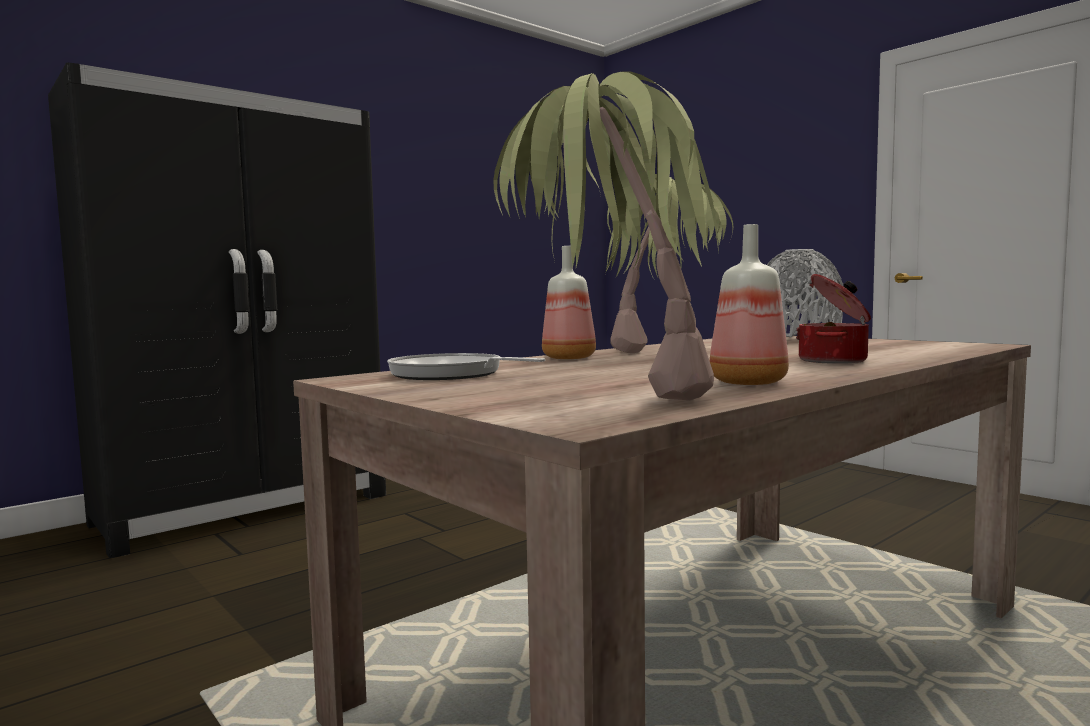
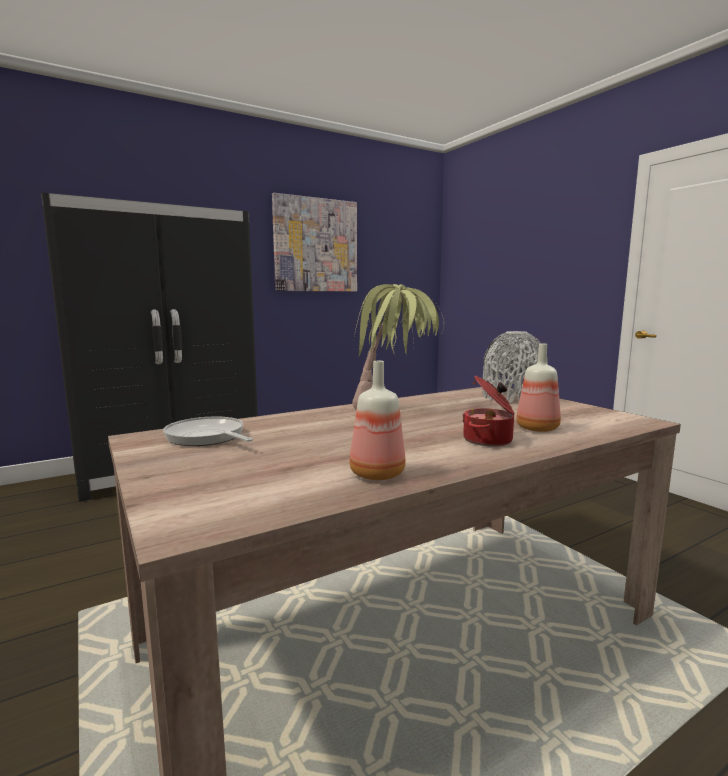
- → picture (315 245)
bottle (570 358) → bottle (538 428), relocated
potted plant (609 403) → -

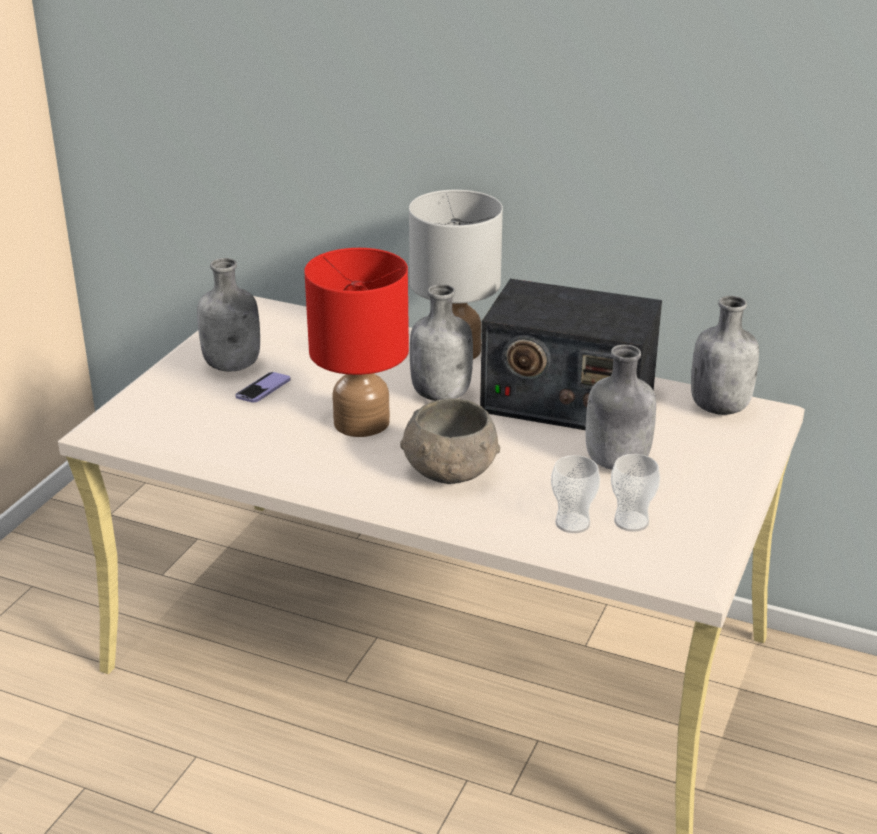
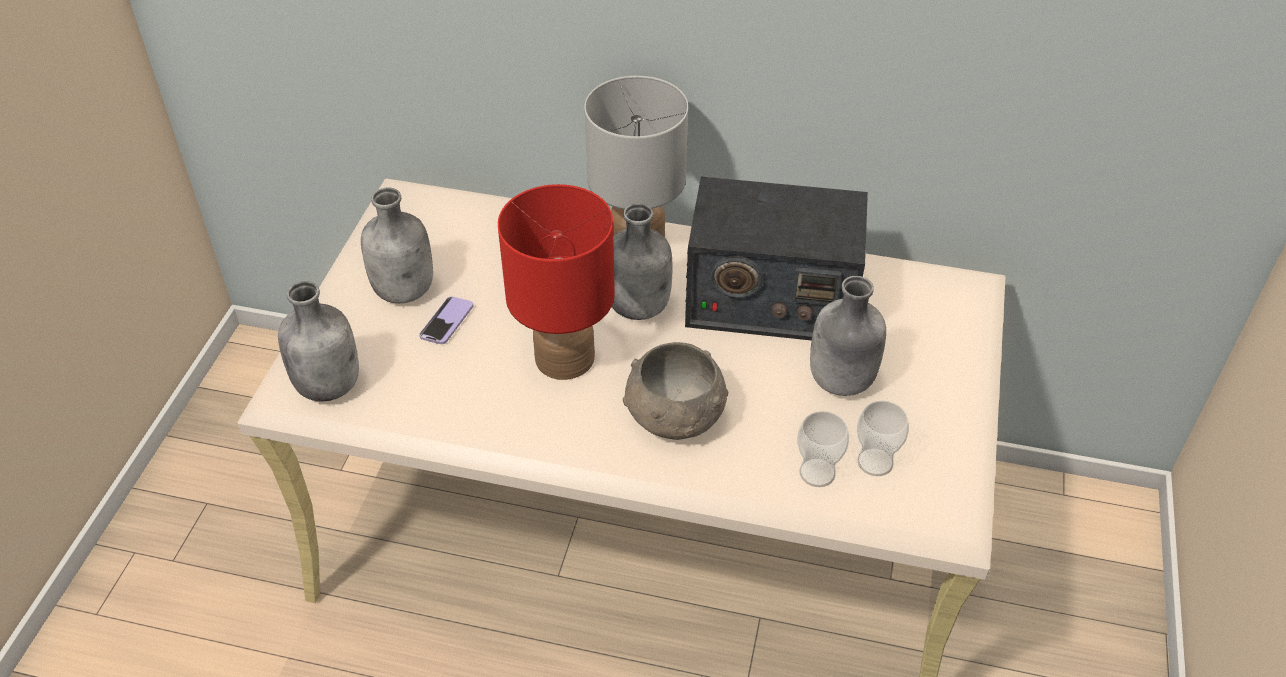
grey bottle (720 407) → grey bottle (329 384), relocated

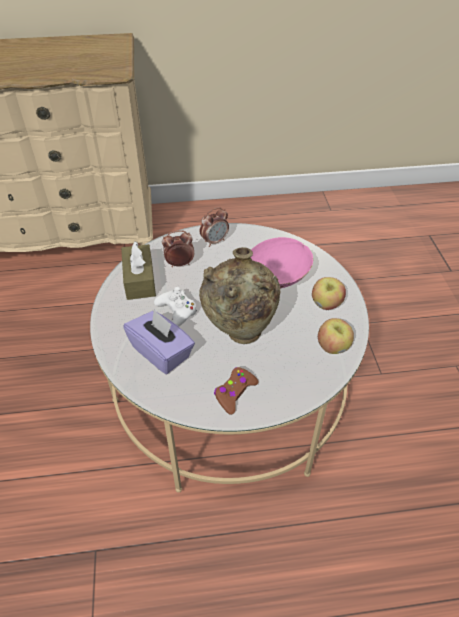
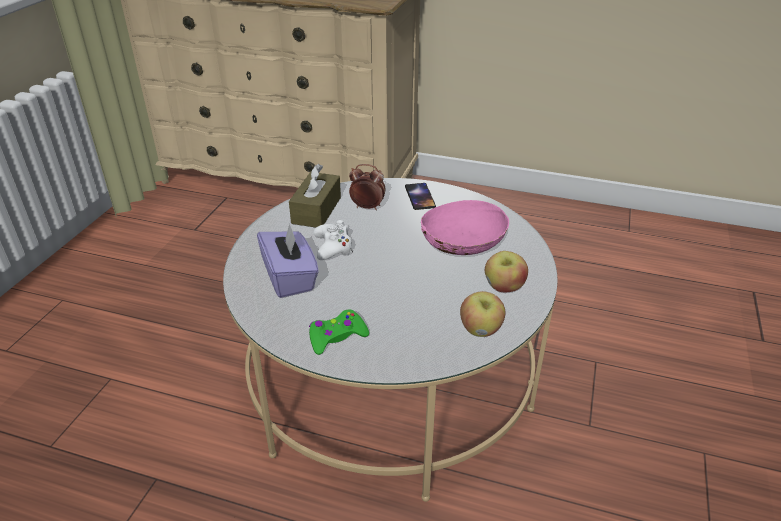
brown game controller (235 393) → green game controller (337 337)
alarm clock (214 241) → phone (420 196)
beige vase (239 335) → -

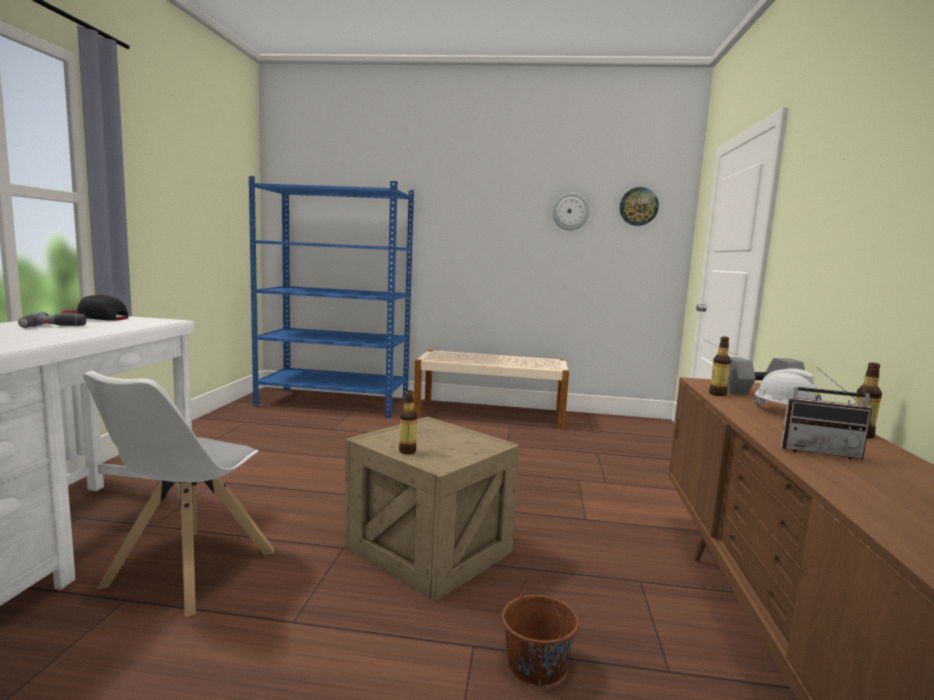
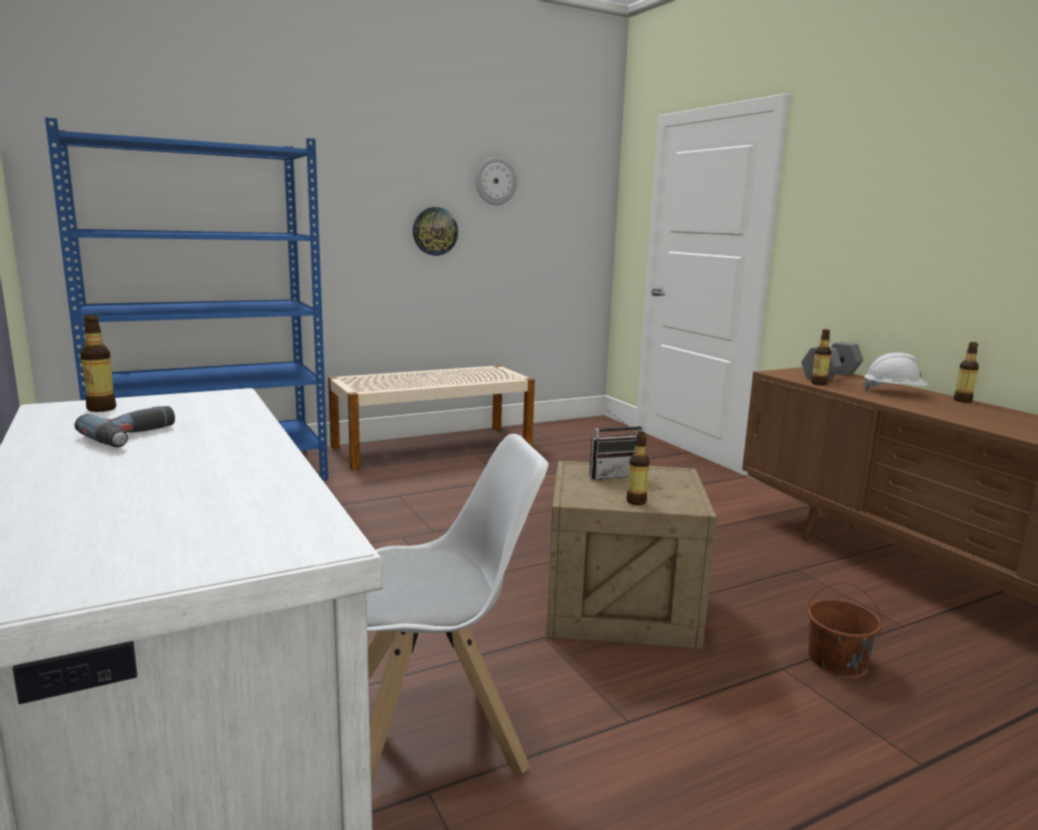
cap (95 317) → bottle (101 409)
chair (187 571) → chair (435 732), 90 degrees counterclockwise
wall clock (638 206) → wall clock (435 231), relocated
radio (818 451) → radio (614 475), relocated

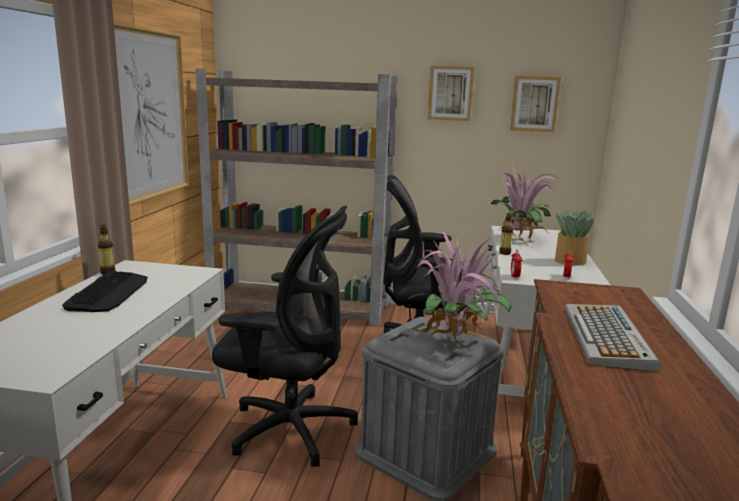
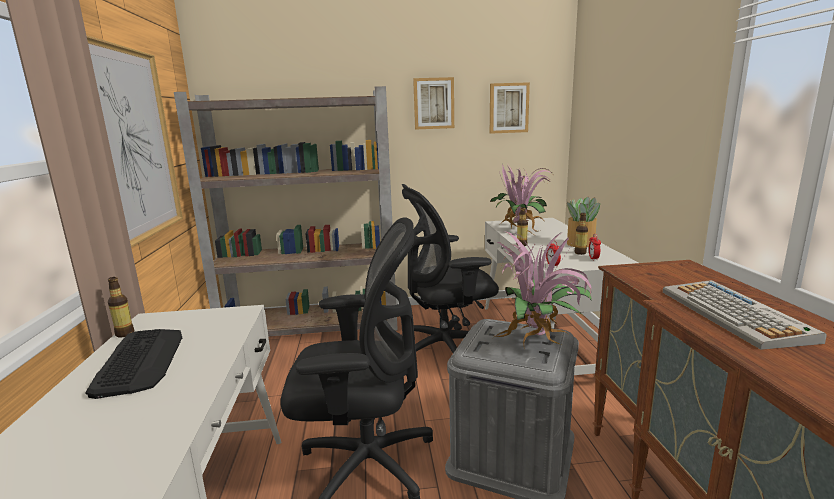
- → bottle (580 253)

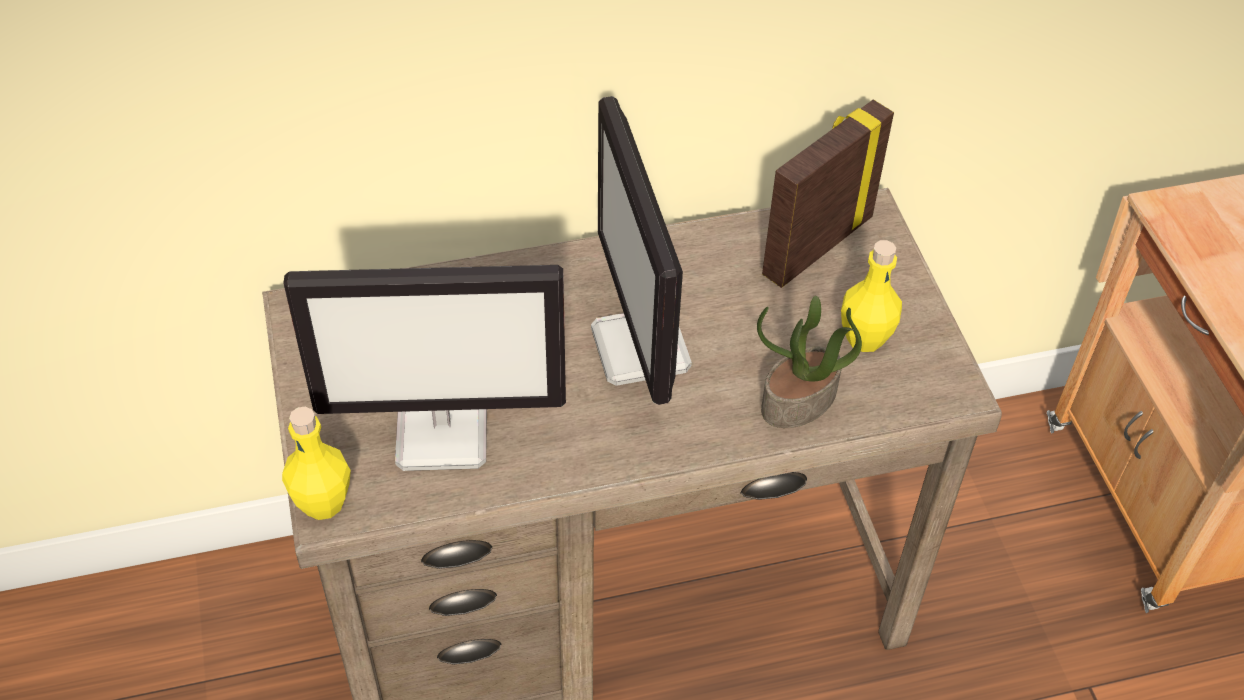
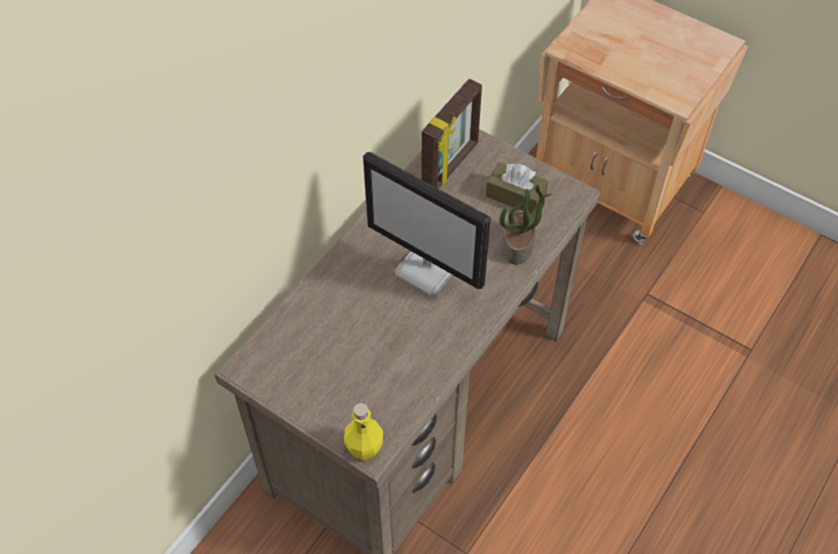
picture frame (815 245) → picture frame (451 166), 150 degrees counterclockwise
yellow bottle (865 338) → brown tissue box (515 196)
monitor (444 433) → -

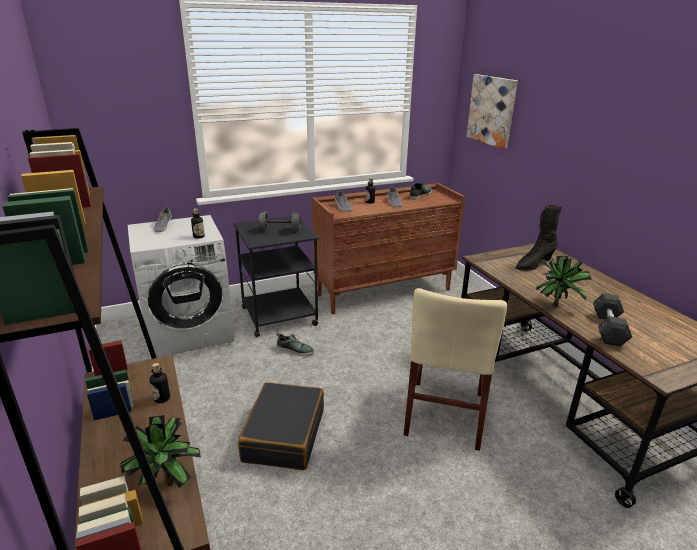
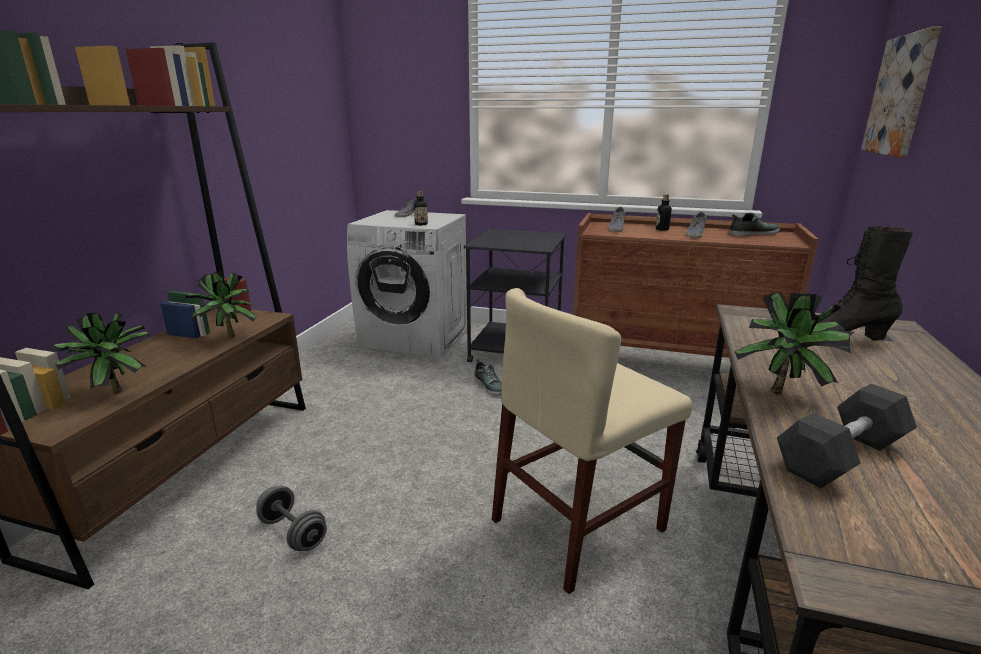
bottle (162 398) → potted plant (227 338)
grey dumbbell (280 230) → grey dumbbell (293 532), relocated
black suitcase (283 435) → -

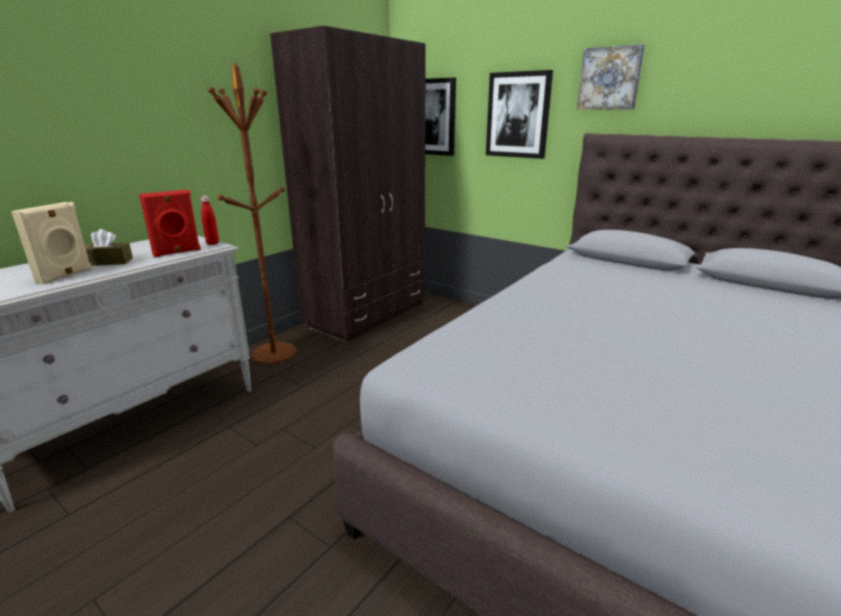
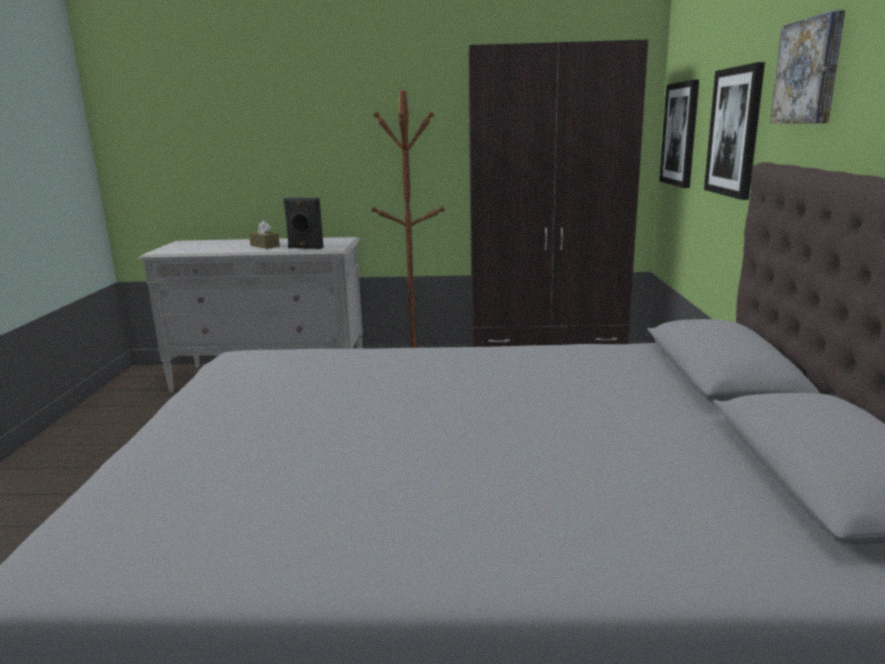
red speaker (177 252) → black speaker (305 248)
beige speaker (66 275) → -
red bottle (212 243) → -

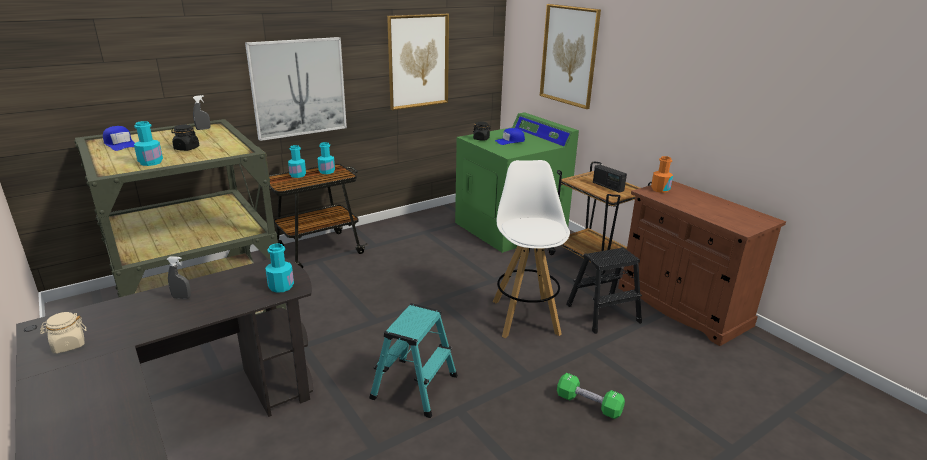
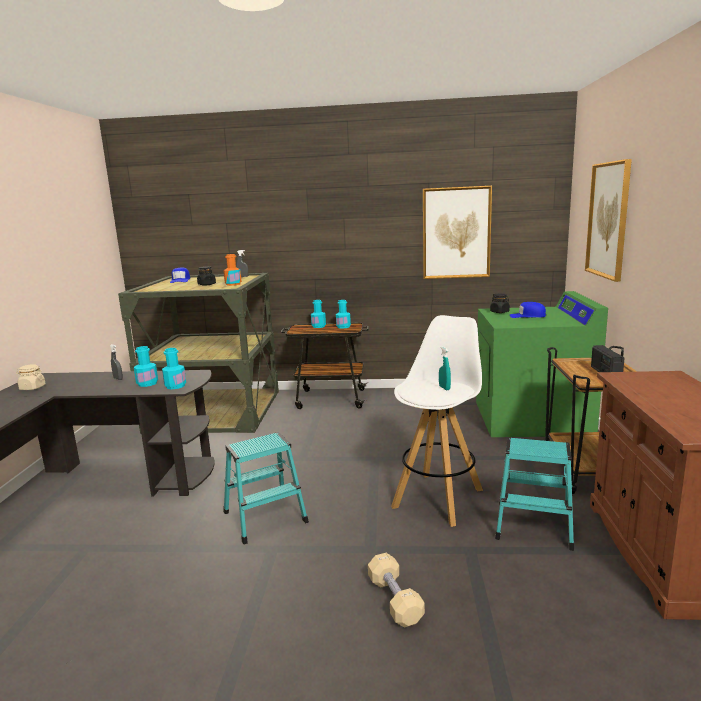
turquoise bottle (151 162) → turquoise bottle (147 383), relocated
orange bottle (660 189) → orange bottle (233 284), relocated
green dumbbell (588 404) → beige dumbbell (395 600)
- → turquoise spray bottle (444 388)
black step ladder (603 313) → turquoise step ladder (534 524)
picture (298 88) → -

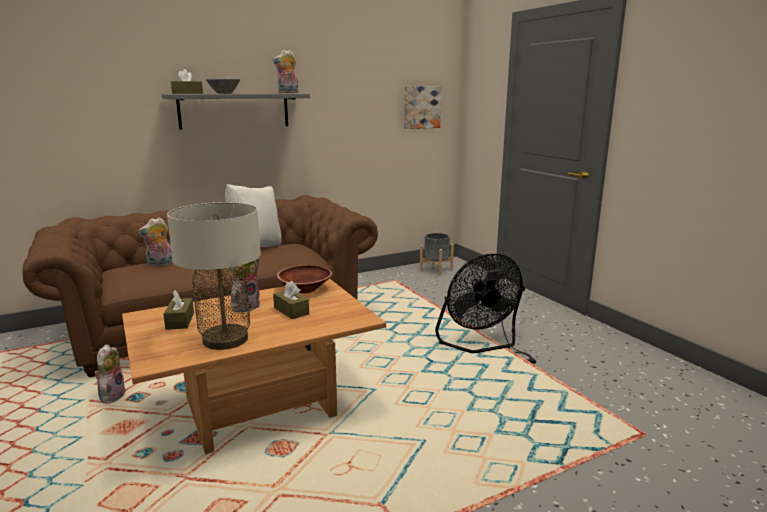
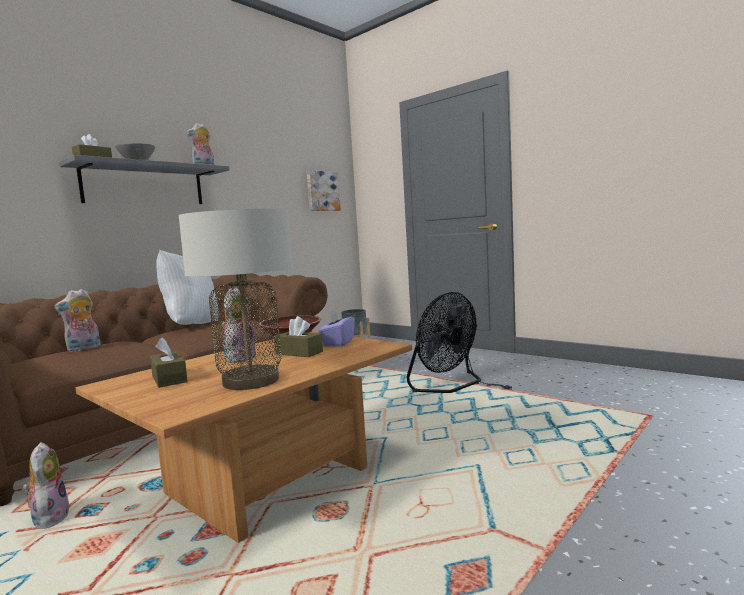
- → purple tissue box (338 343)

